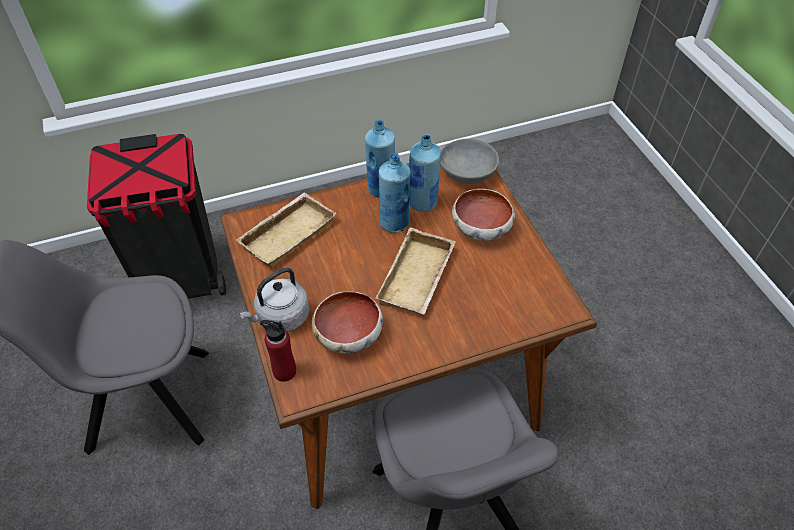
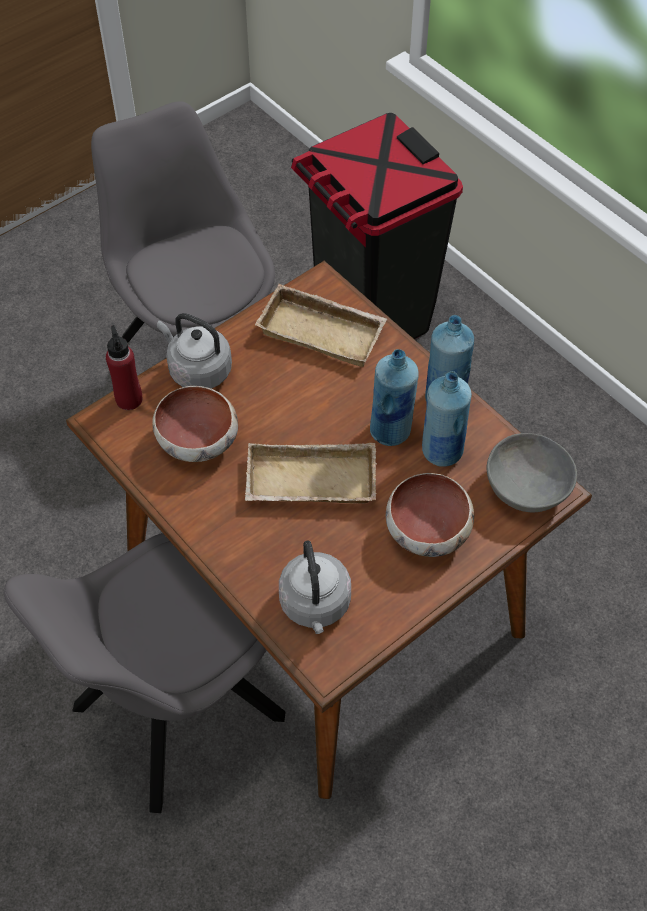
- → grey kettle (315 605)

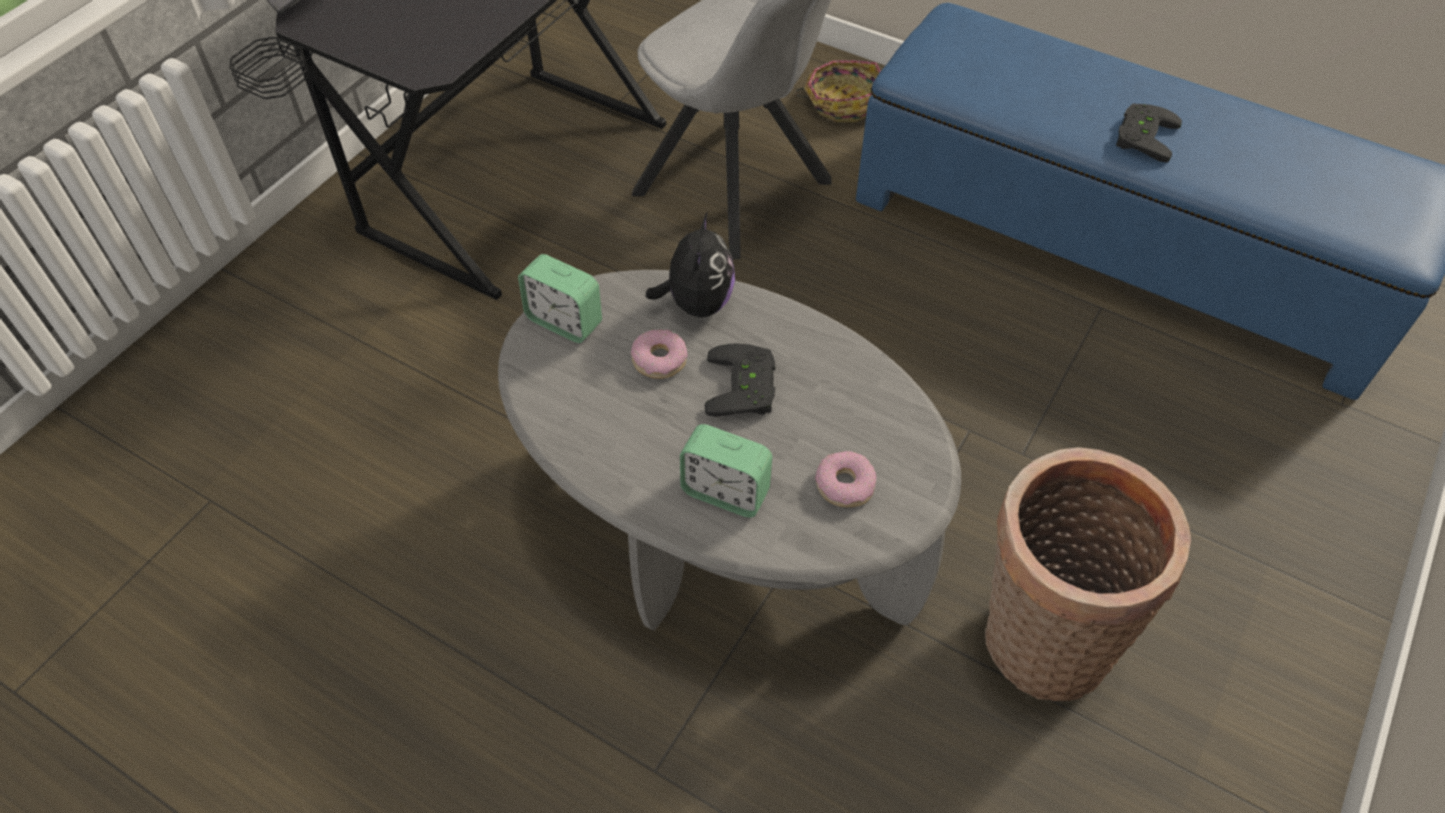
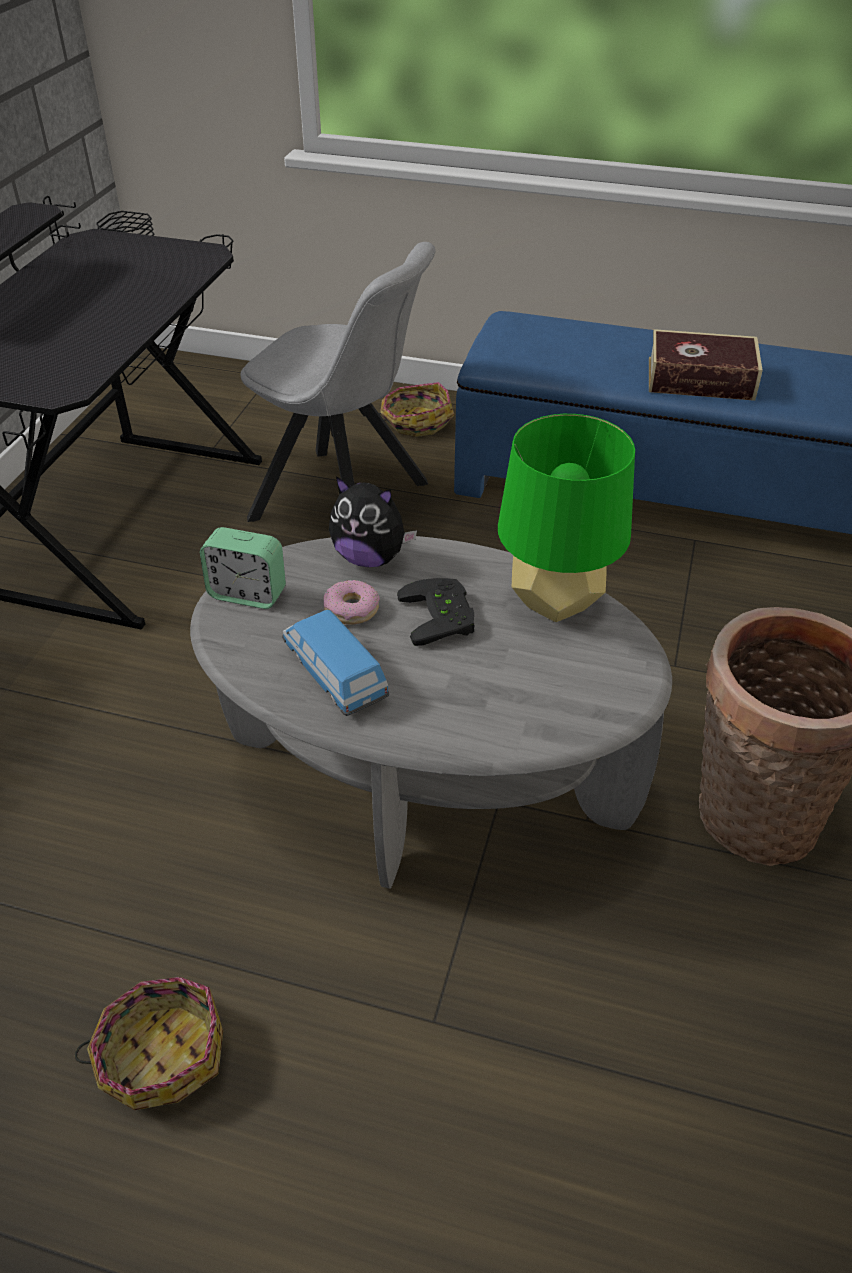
- → basket (161 1053)
- → toy car (335 674)
plush toy (697 303) → plush toy (370 558), 120 degrees clockwise
- → green table lamp (555 602)
black game controller (1141 135) → book (700 379)
alarm clock (725 492) → -
donut (845 485) → -

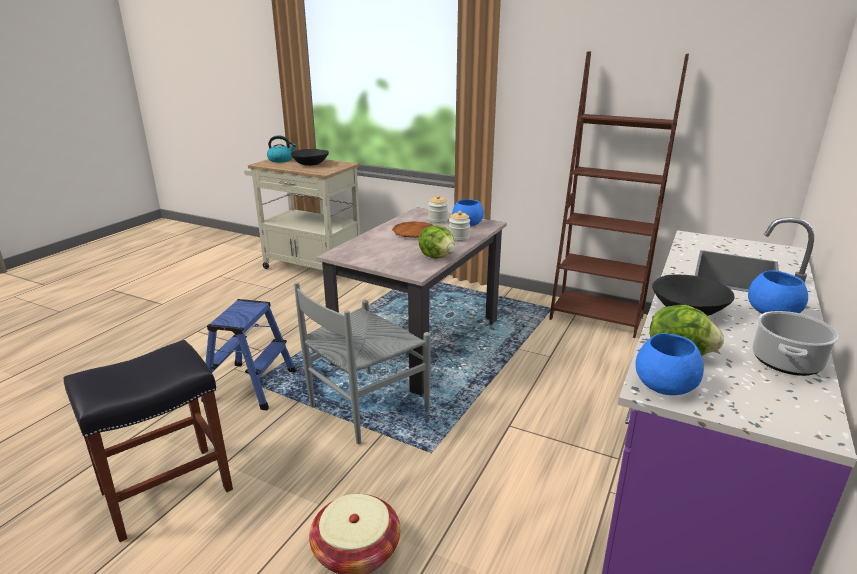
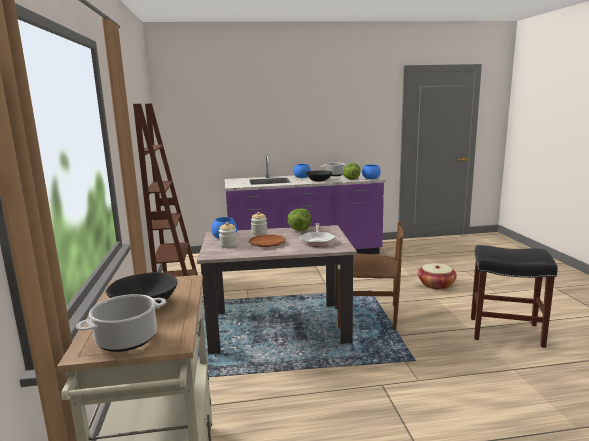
kettle (281 160) → cooking pot (126 340)
- → frying pan (317 241)
grey chair (365 407) → brown chair (369 315)
blue step ladder (250 386) → -

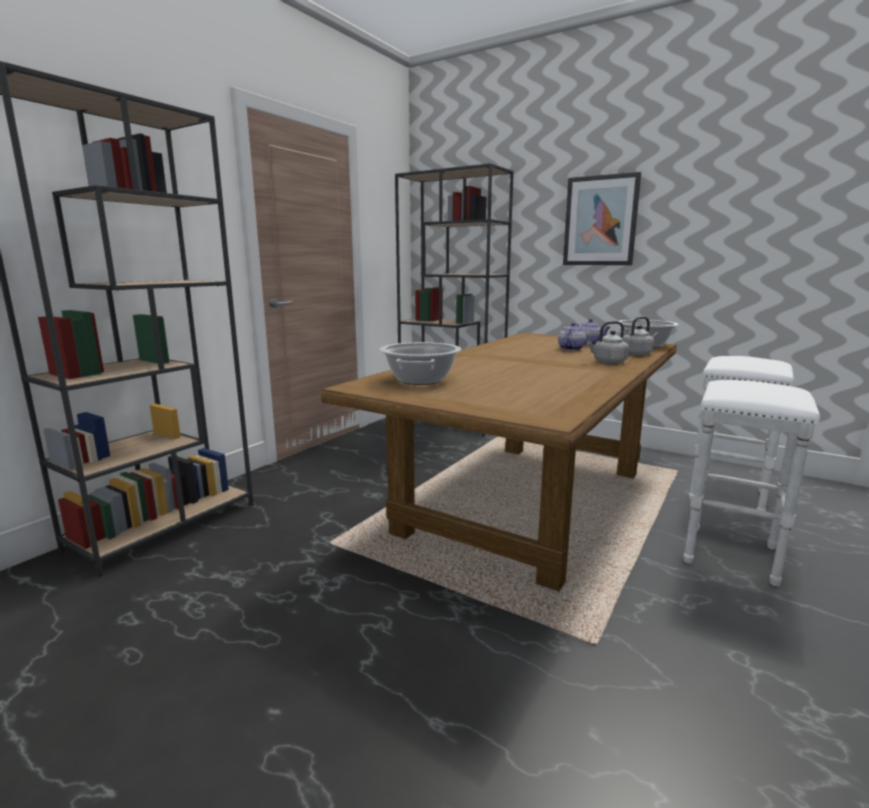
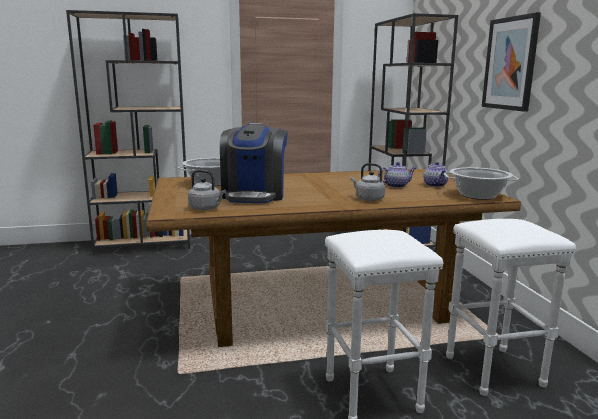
grey kettle (638 354) → grey kettle (206 208), relocated
- → coffee machine (254 195)

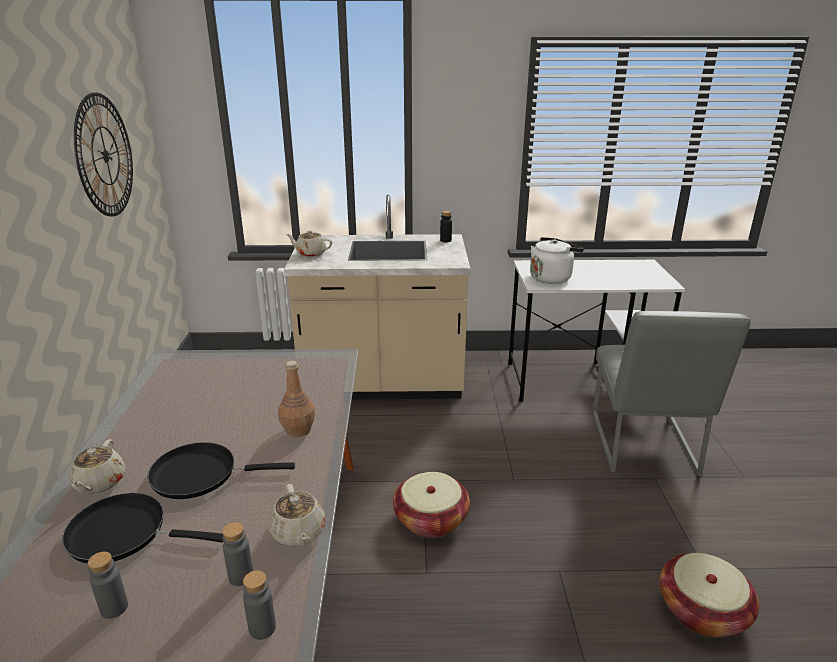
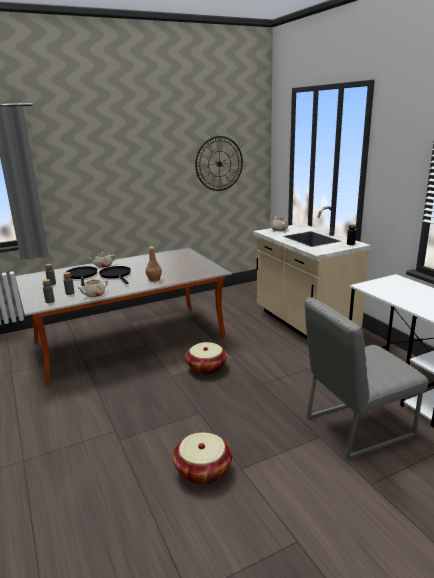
white kettle (552 278) → -

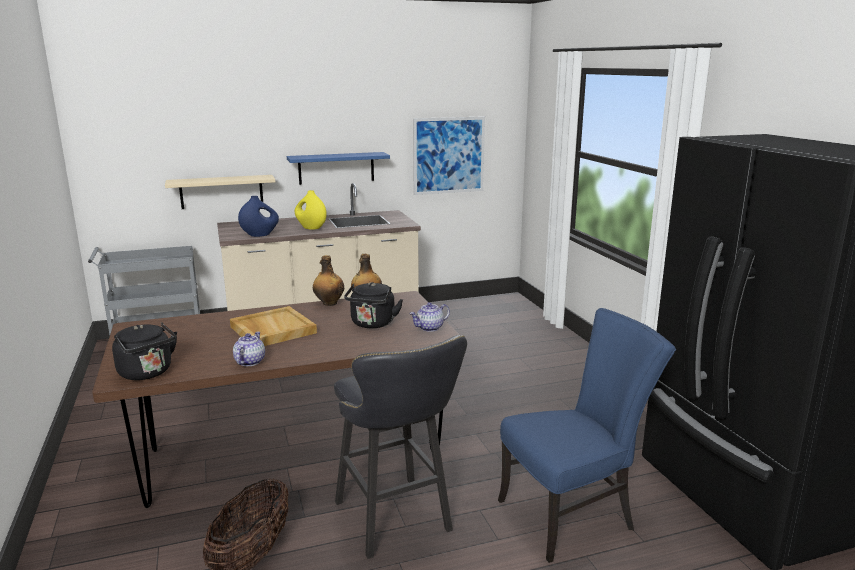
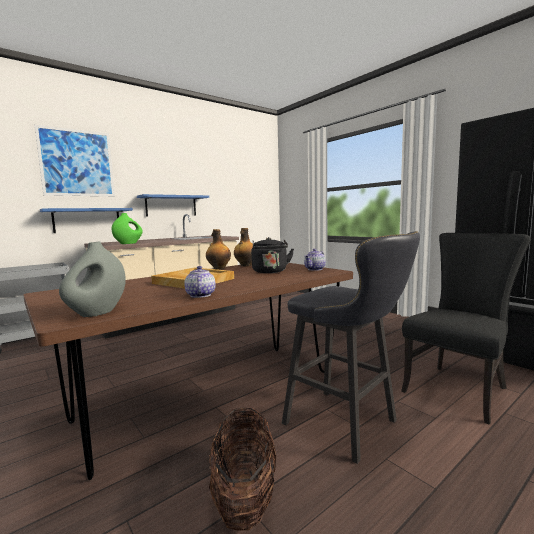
picture (449 155) → picture (77 163), relocated
beige shelf (221 191) → blue shelf (87 220)
black kettle (147 373) → grey vase (98 313)
blue vase (260 235) → green vase (128 243)
blue chair (573 514) → black chair (459 388)
yellow vase (311 228) → -

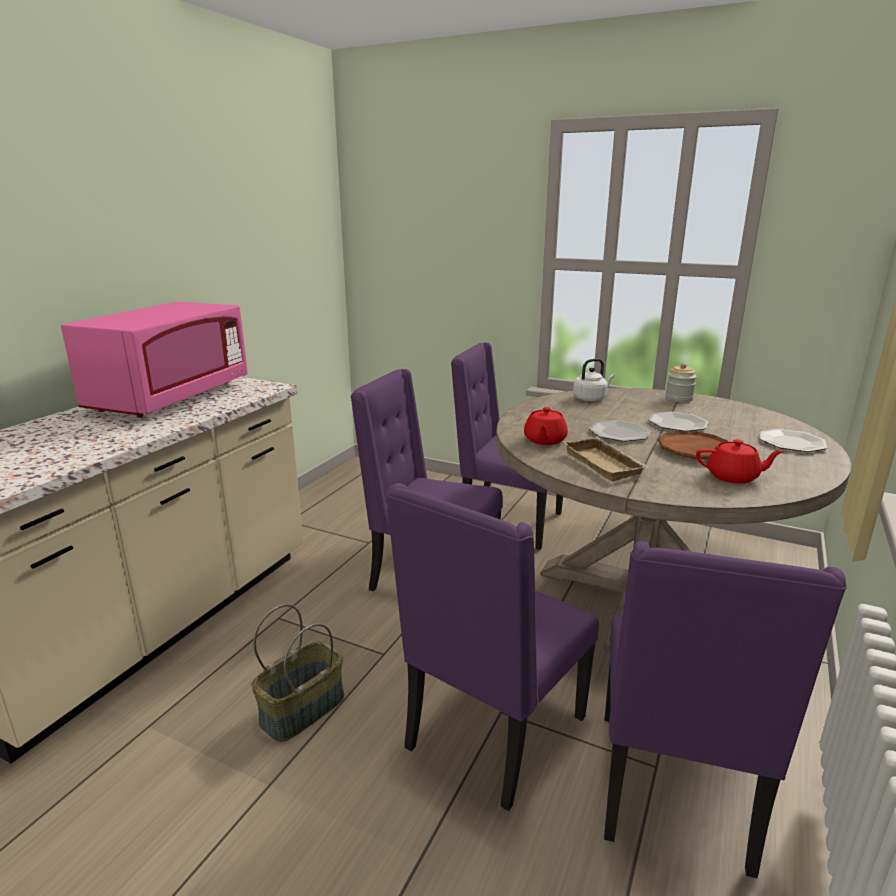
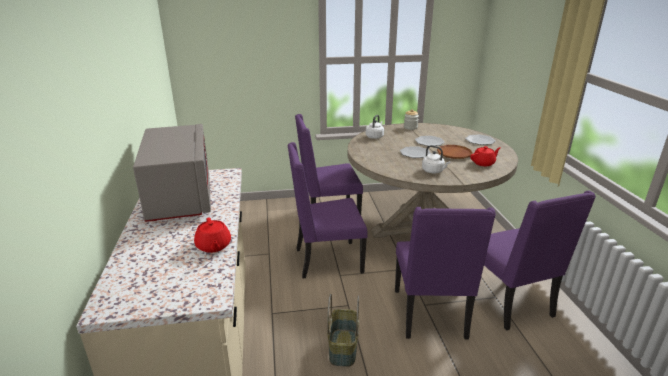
pink microwave (171 397) → grey microwave (181 197)
red teapot (544 440) → red teapot (213 246), relocated
beige tray (605 464) → white kettle (433 171)

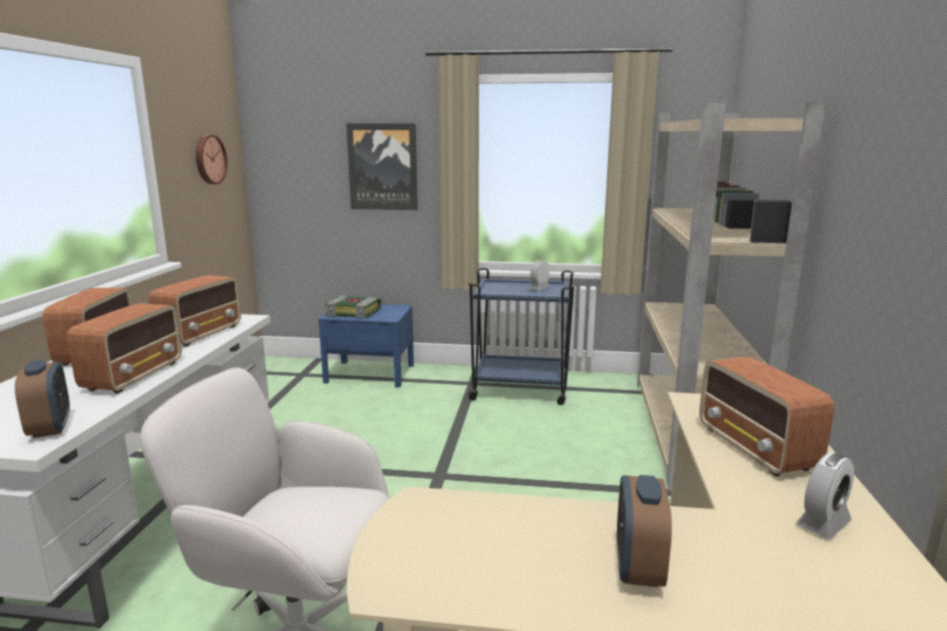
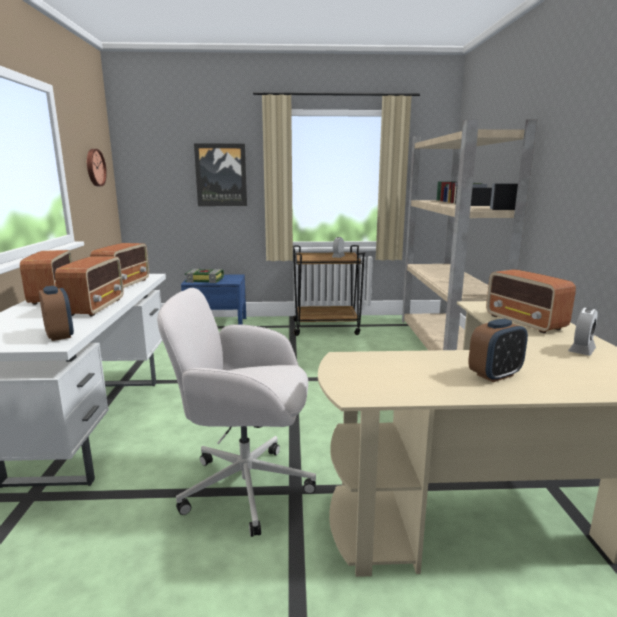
blue cart (520 389) → brown cart (326 327)
alarm clock (638 568) → alarm clock (495 375), 120 degrees counterclockwise

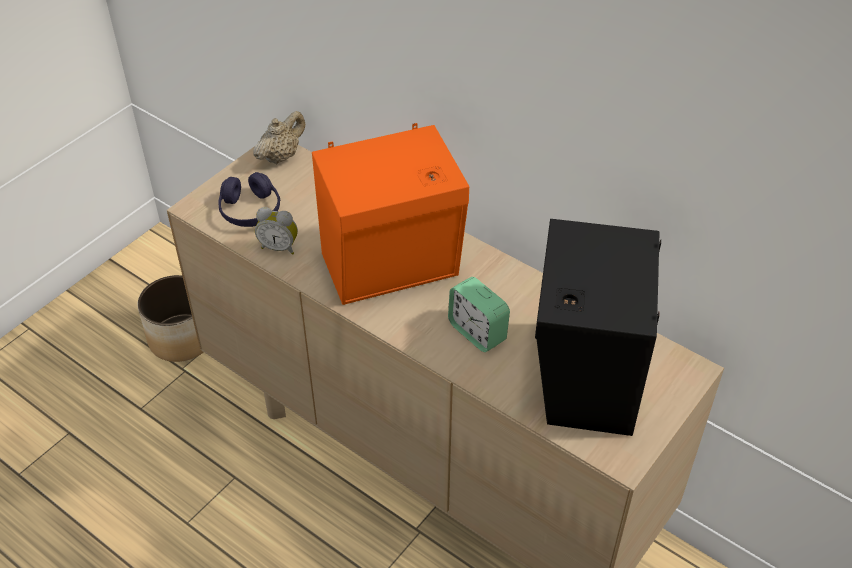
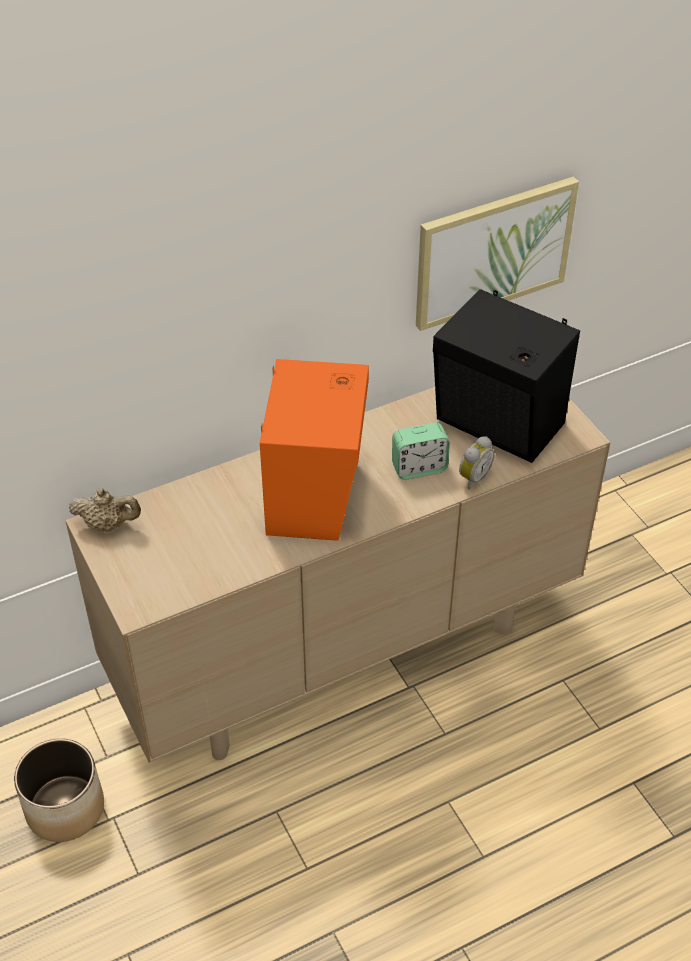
beige teapot (281 156) → beige teapot (108 524), 120 degrees clockwise
- → picture (493 251)
alarm clock (279 247) → alarm clock (473 477), relocated
purple headphones (250 210) → -

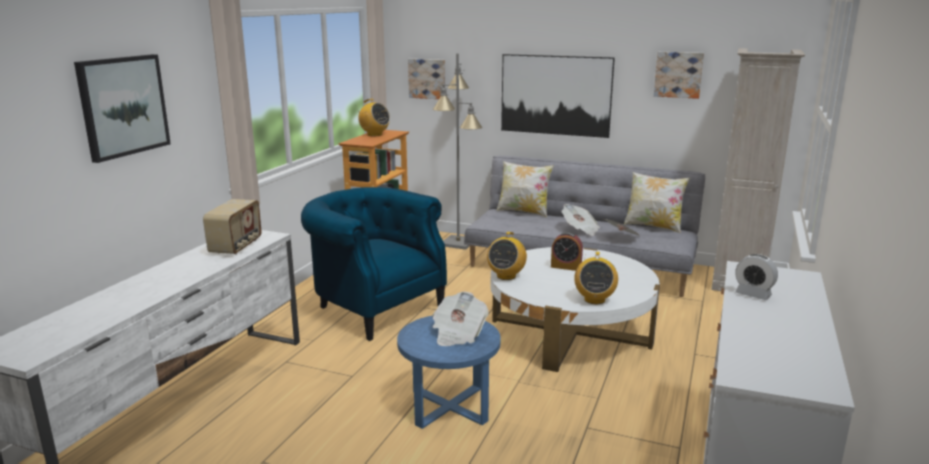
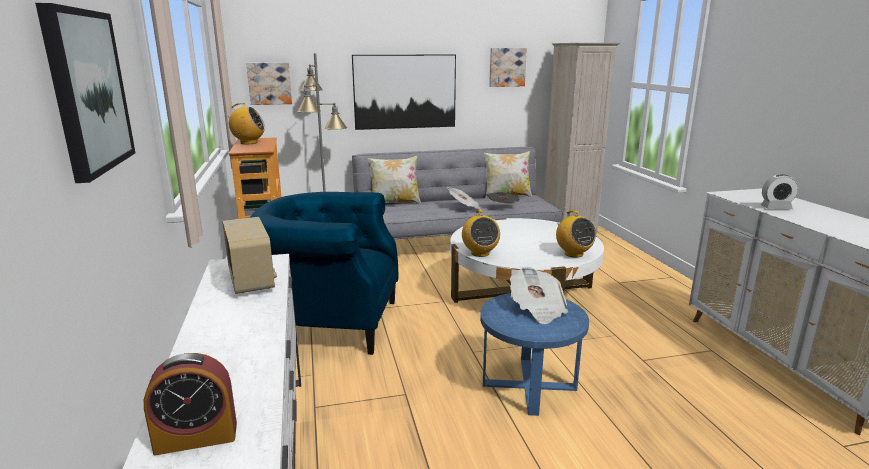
alarm clock (566 267) → alarm clock (196 437), relocated

